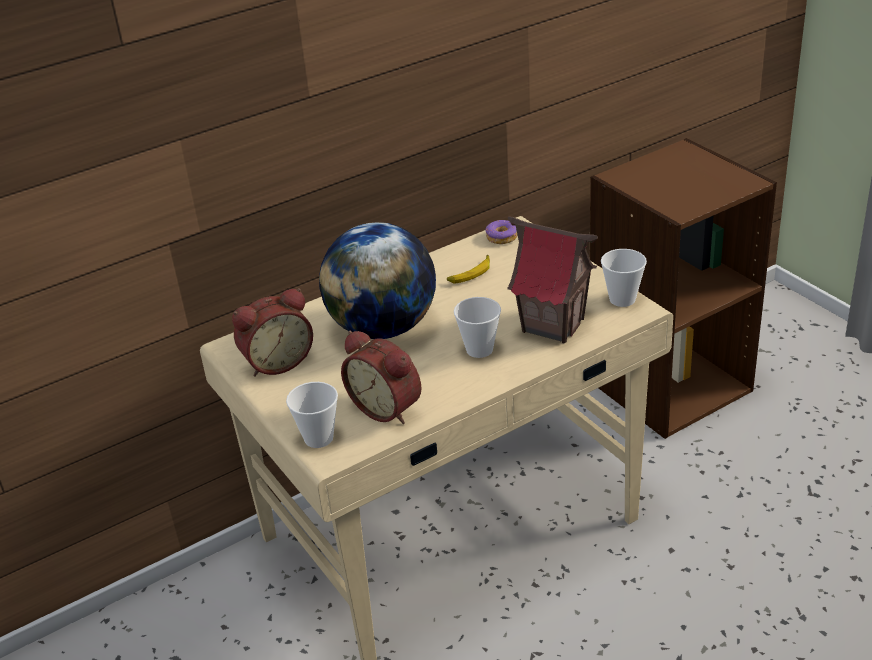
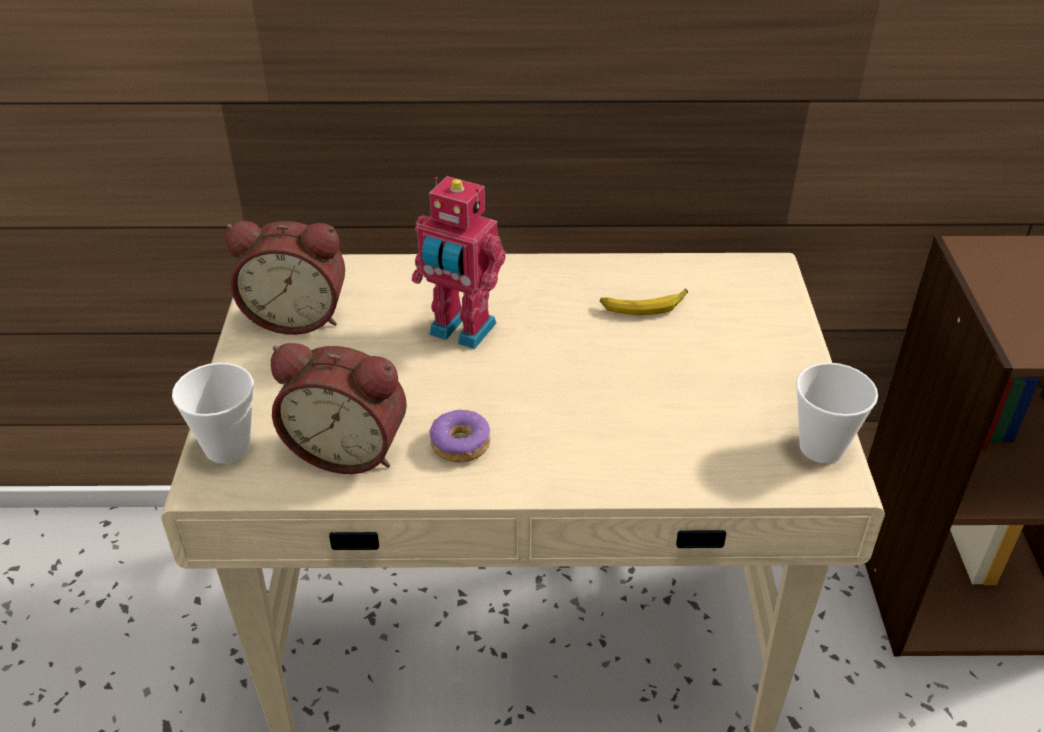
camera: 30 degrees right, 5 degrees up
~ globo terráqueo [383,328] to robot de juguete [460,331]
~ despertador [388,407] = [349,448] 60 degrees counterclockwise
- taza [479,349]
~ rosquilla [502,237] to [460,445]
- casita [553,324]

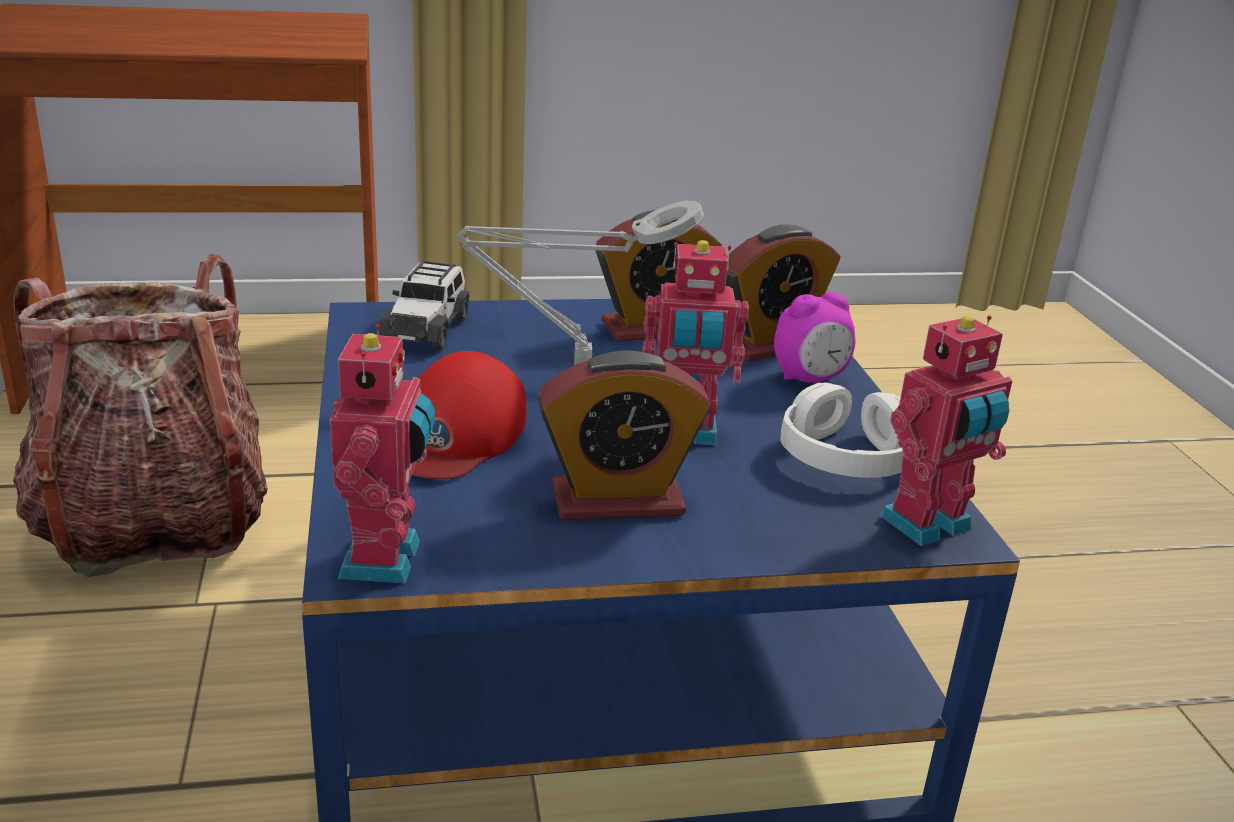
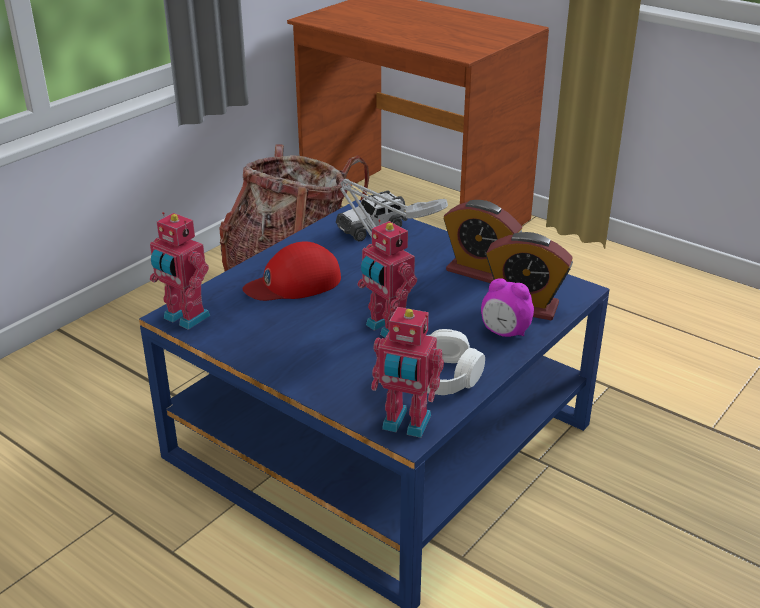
camera: 50 degrees right, 5 degrees up
~ robot de juguete [387,560] = [184,318] 75 degrees clockwise
- despertador [617,501]

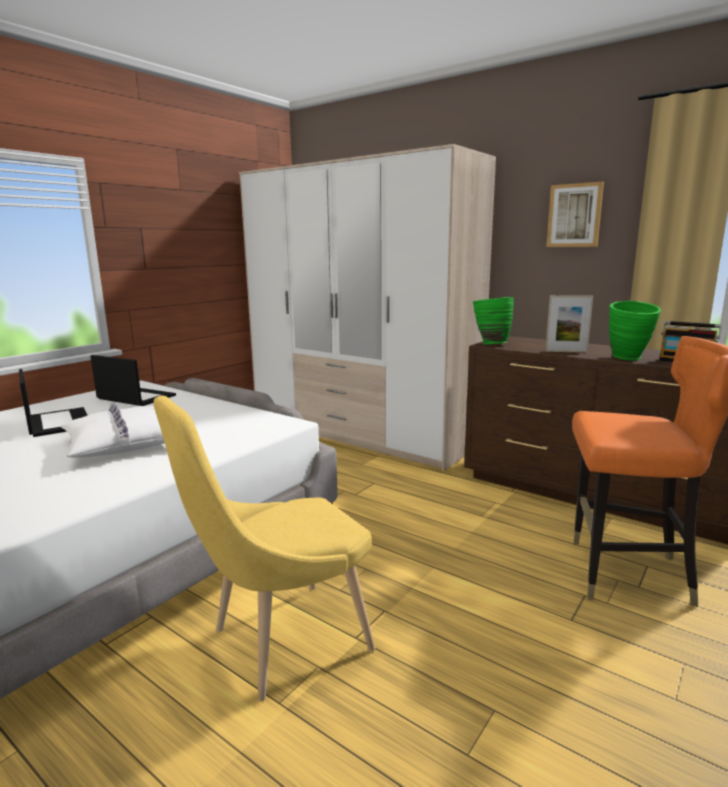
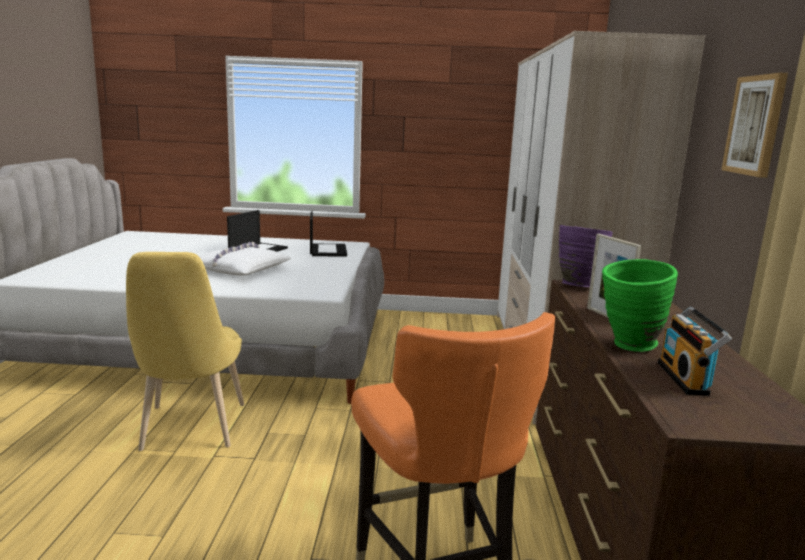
camera: 55 degrees right, 0 degrees up
~ silla [amarillo] [281,643] = [191,431] 120 degrees counterclockwise
~ florero [verde] [490,344] to florero [morado] [578,285]

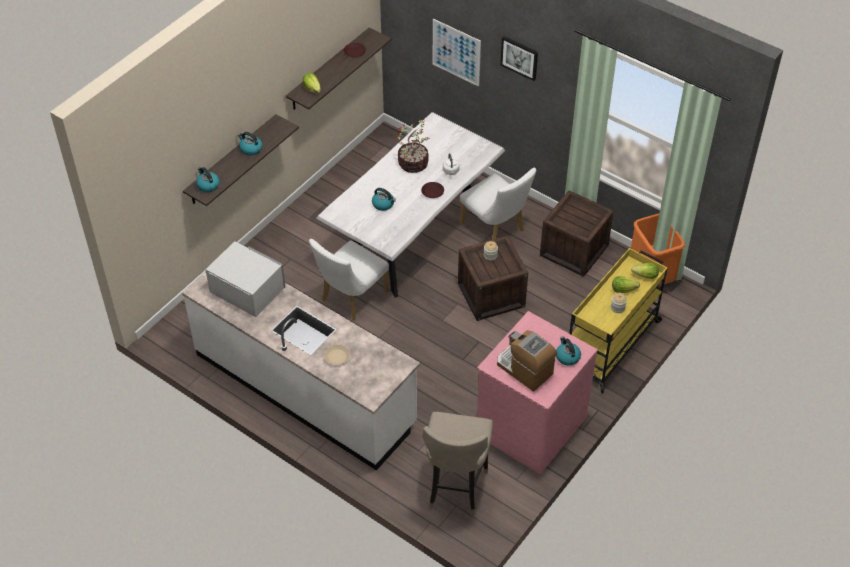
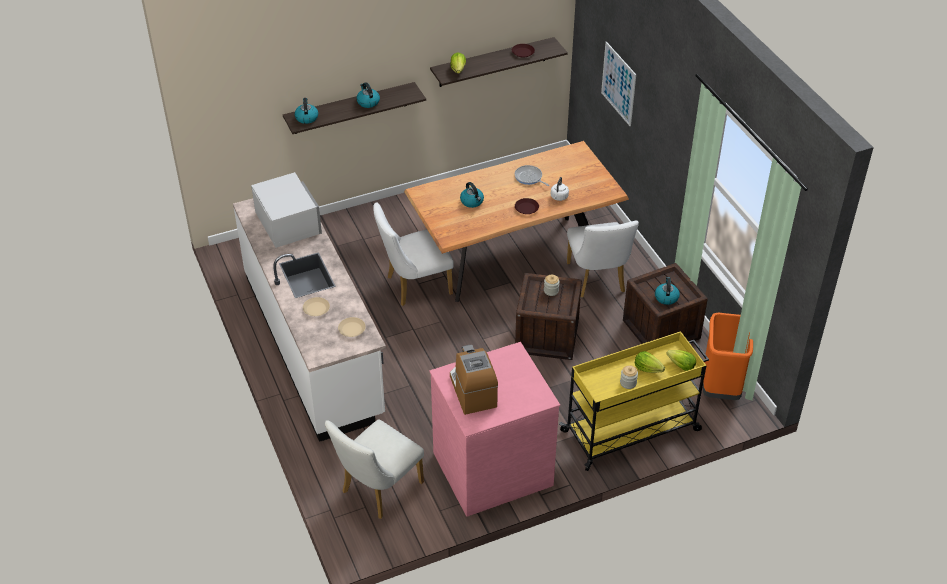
camera: 30 degrees right, 5 degrees down
~ mesa de comedor [blanco] [413,235] to mesa de comedor [marrón] [514,255]
~ planta en maceta [413,163] to sartén [529,178]
~ taburete [beis] [455,487] to silla [blanco] [377,490]
- cuadro [519,57]
~ hervidor [567,357] to [666,297]
+ plato [beis] [351,329]

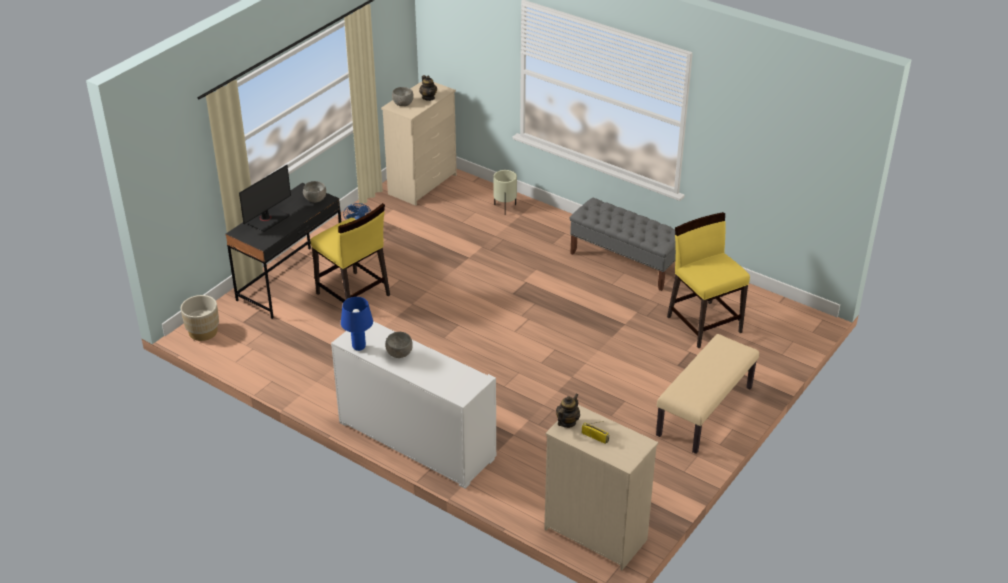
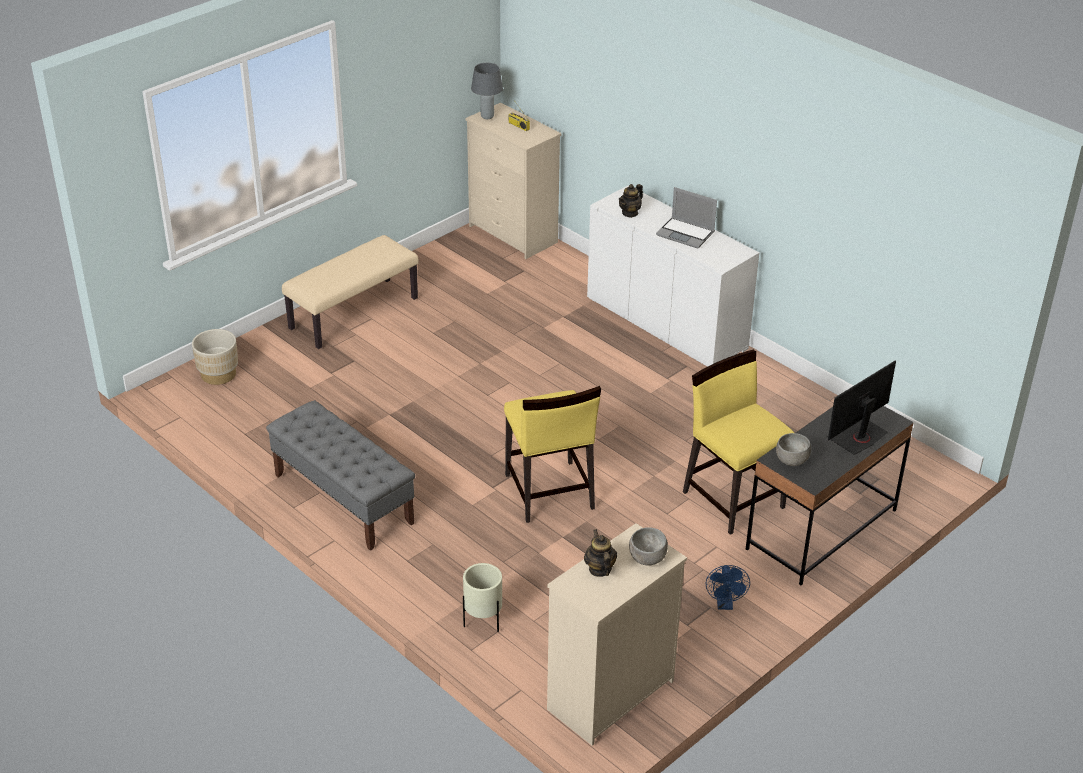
camera: 170 degrees left, 0 degrees up
~ maceta [beis] [203,332] to [218,374]
- lámpara de mesa [azul] [358,347]
~ cuenco [gris] [399,354] to portátil [686,234]
~ tetera [567,422] to [630,213]
~ silla [amarillo] [704,324] to [549,492]
+ lámpara de mesa [gris] [487,117]

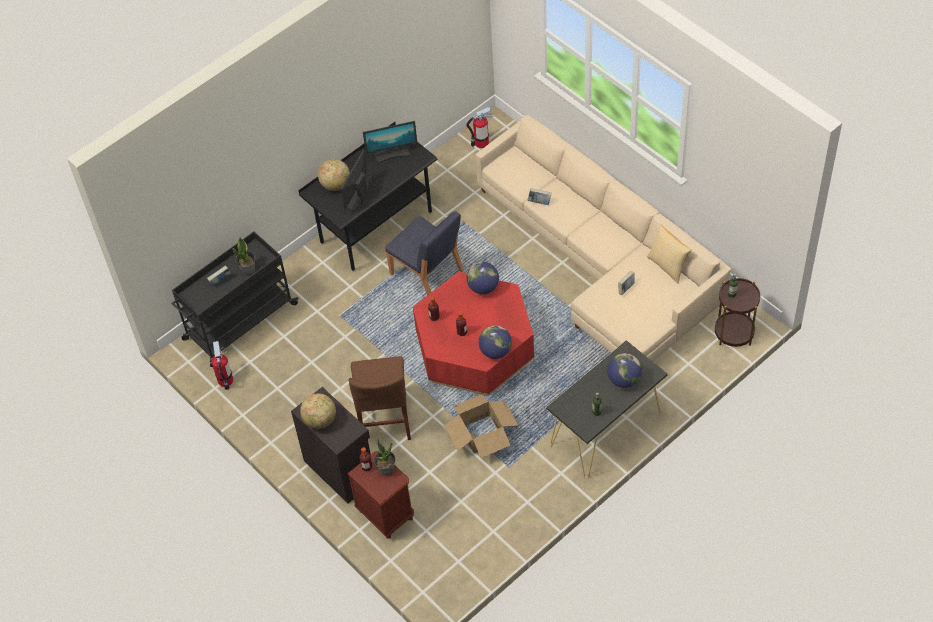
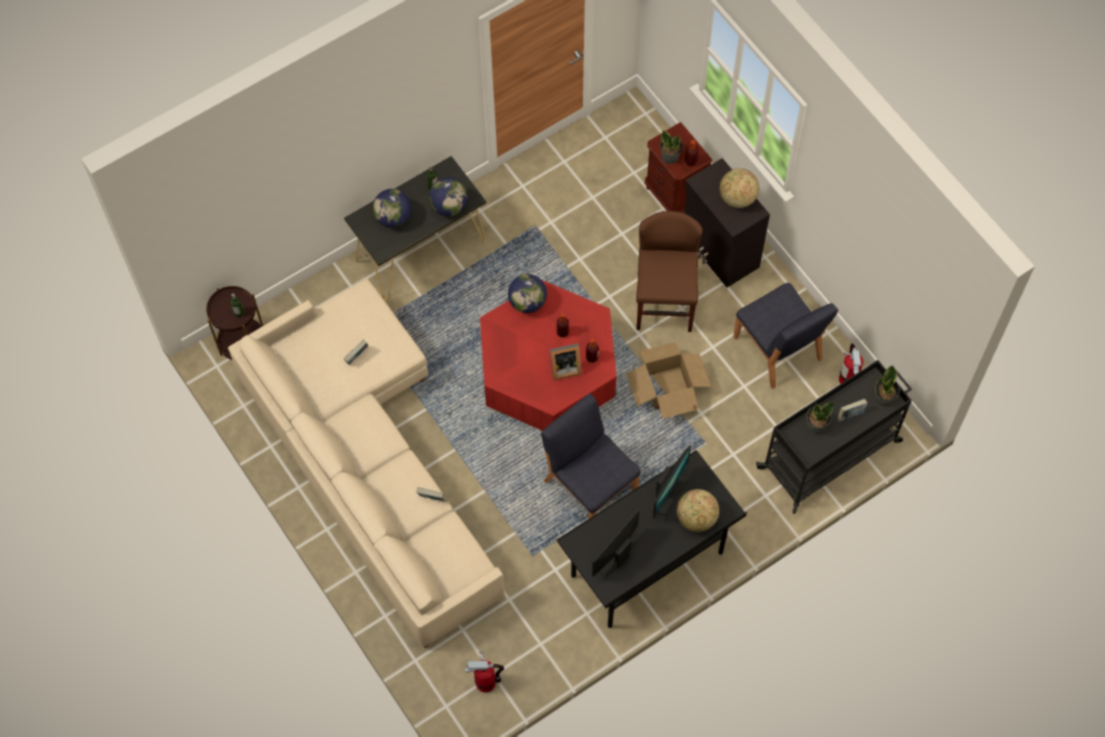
camera: 175 degrees left, 10 degrees up
~ monitor [392,153] = [615,556] 45 degrees counterclockwise
~ caja de cartón [481,434] to [667,388]
~ globo terráqueo [483,287] to [449,206]
- cojín [668,266]
+ portarretratos [563,367]
+ silla [azul] [777,349]
+ planta en maceta [884,398]

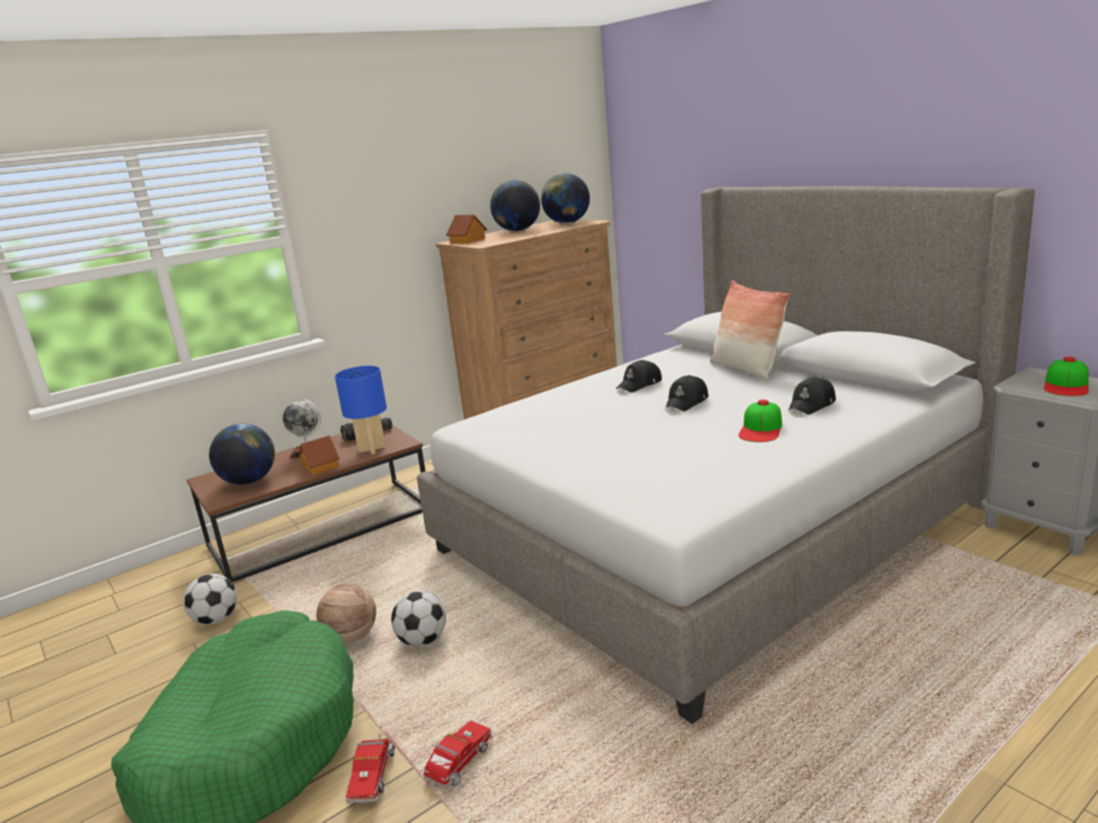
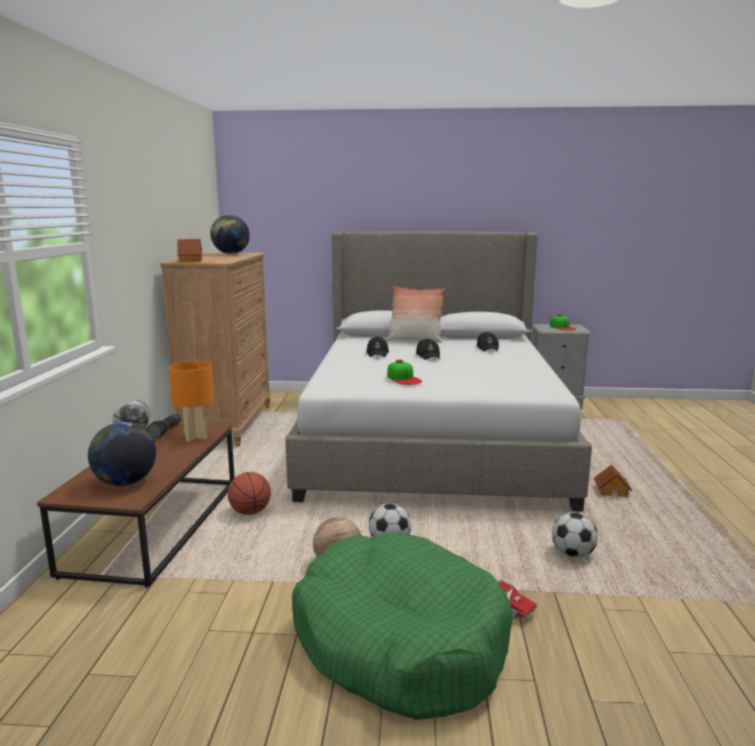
camera: 50 degrees left, 5 degrees down
~ balón de fútbol [216,619] to [572,554]
~ casita [321,466] to [611,491]
~ lámpara de mesa [azul] [371,449] to lámpara de mesa [naranja] [195,437]
- camión de juguete [457,765]
- globo terráqueo [517,230]
~ gorra [761,429] to [403,378]
+ balón de baloncesto [250,512]

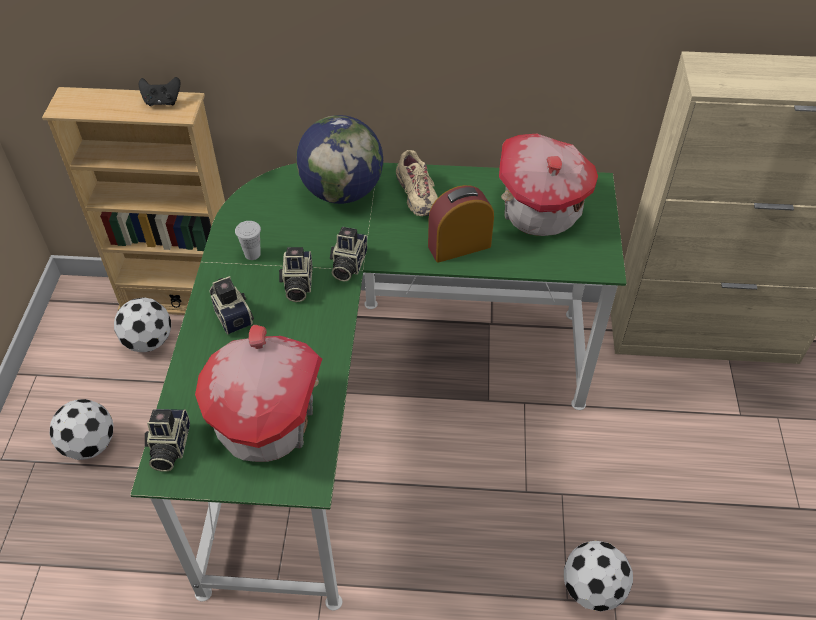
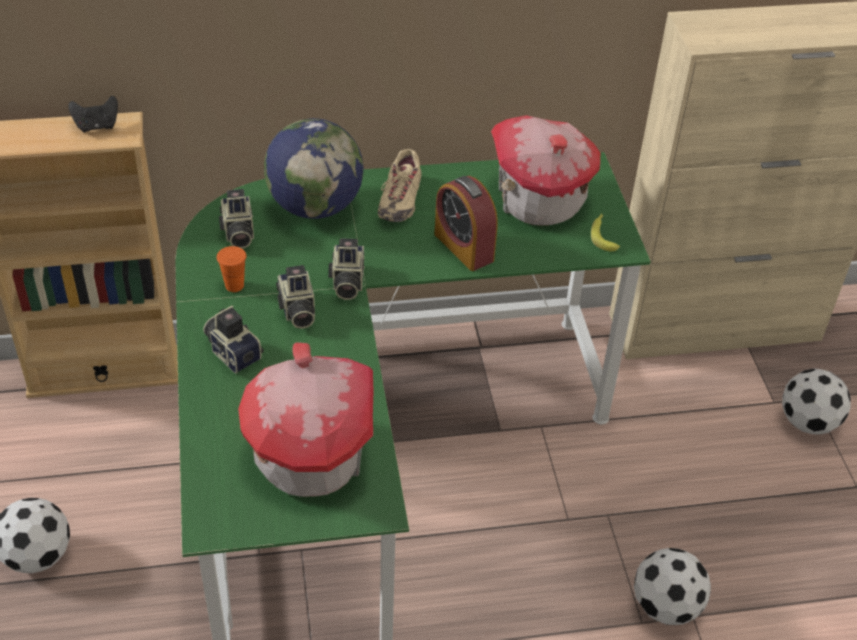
camera: 15 degrees left, 5 degrees down
~ balón de fútbol [149,341] to [808,422]
~ cámara [168,447] to [237,233]
~ taza [blanco] [252,254] to taza [naranja] [234,285]
~ zapato [beis] [417,196] = [400,201] 45 degrees clockwise
~ despertador [459,246] = [464,247] 90 degrees counterclockwise
+ plátano [603,235]

